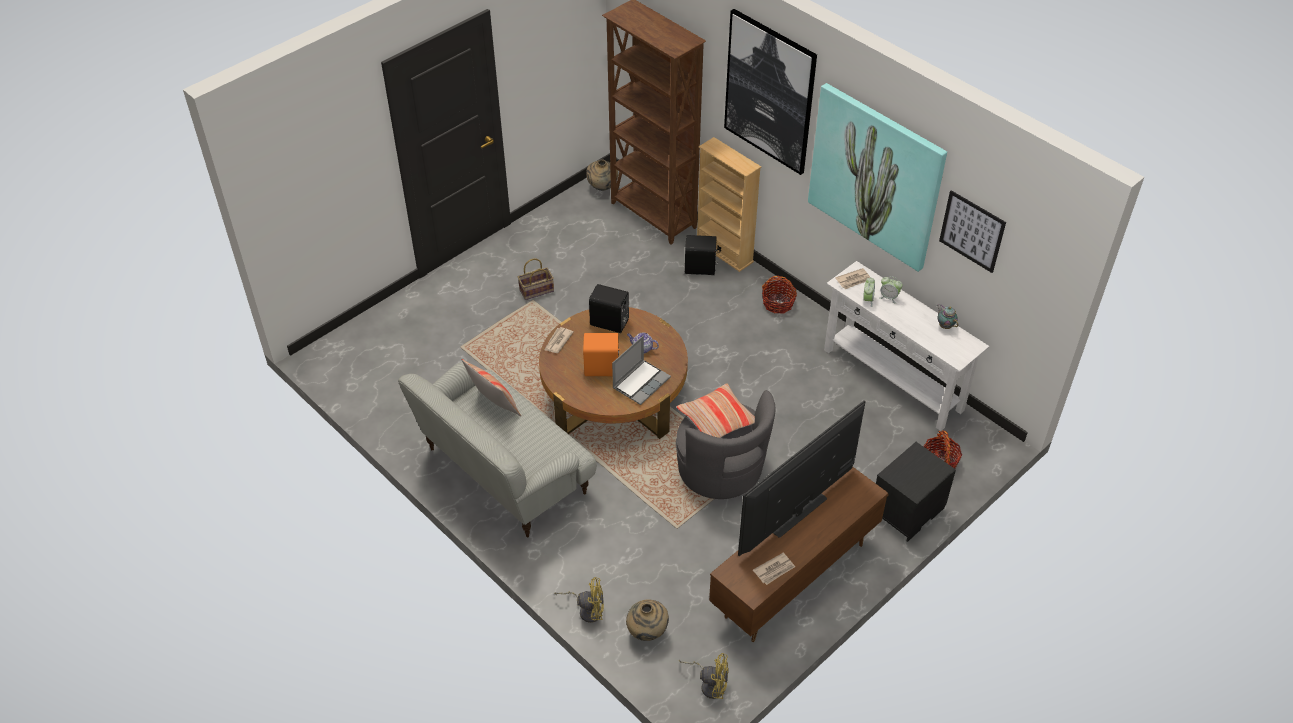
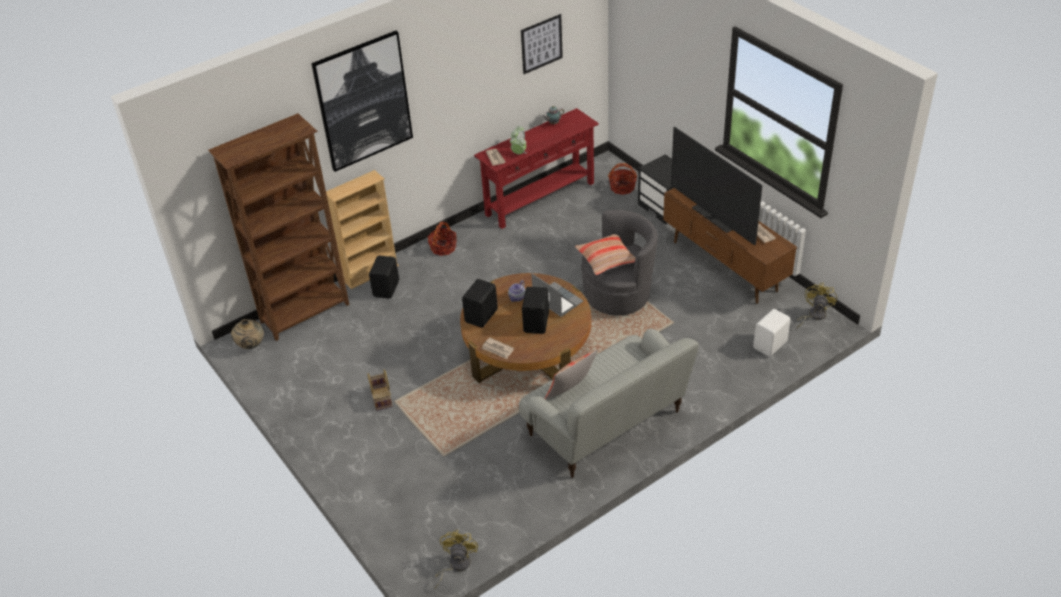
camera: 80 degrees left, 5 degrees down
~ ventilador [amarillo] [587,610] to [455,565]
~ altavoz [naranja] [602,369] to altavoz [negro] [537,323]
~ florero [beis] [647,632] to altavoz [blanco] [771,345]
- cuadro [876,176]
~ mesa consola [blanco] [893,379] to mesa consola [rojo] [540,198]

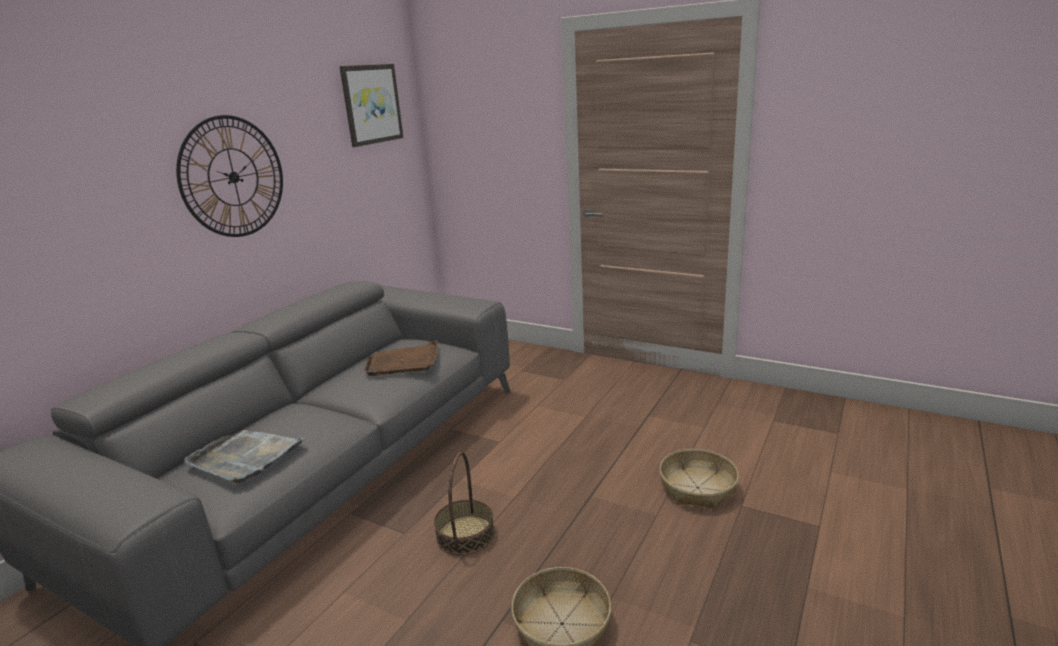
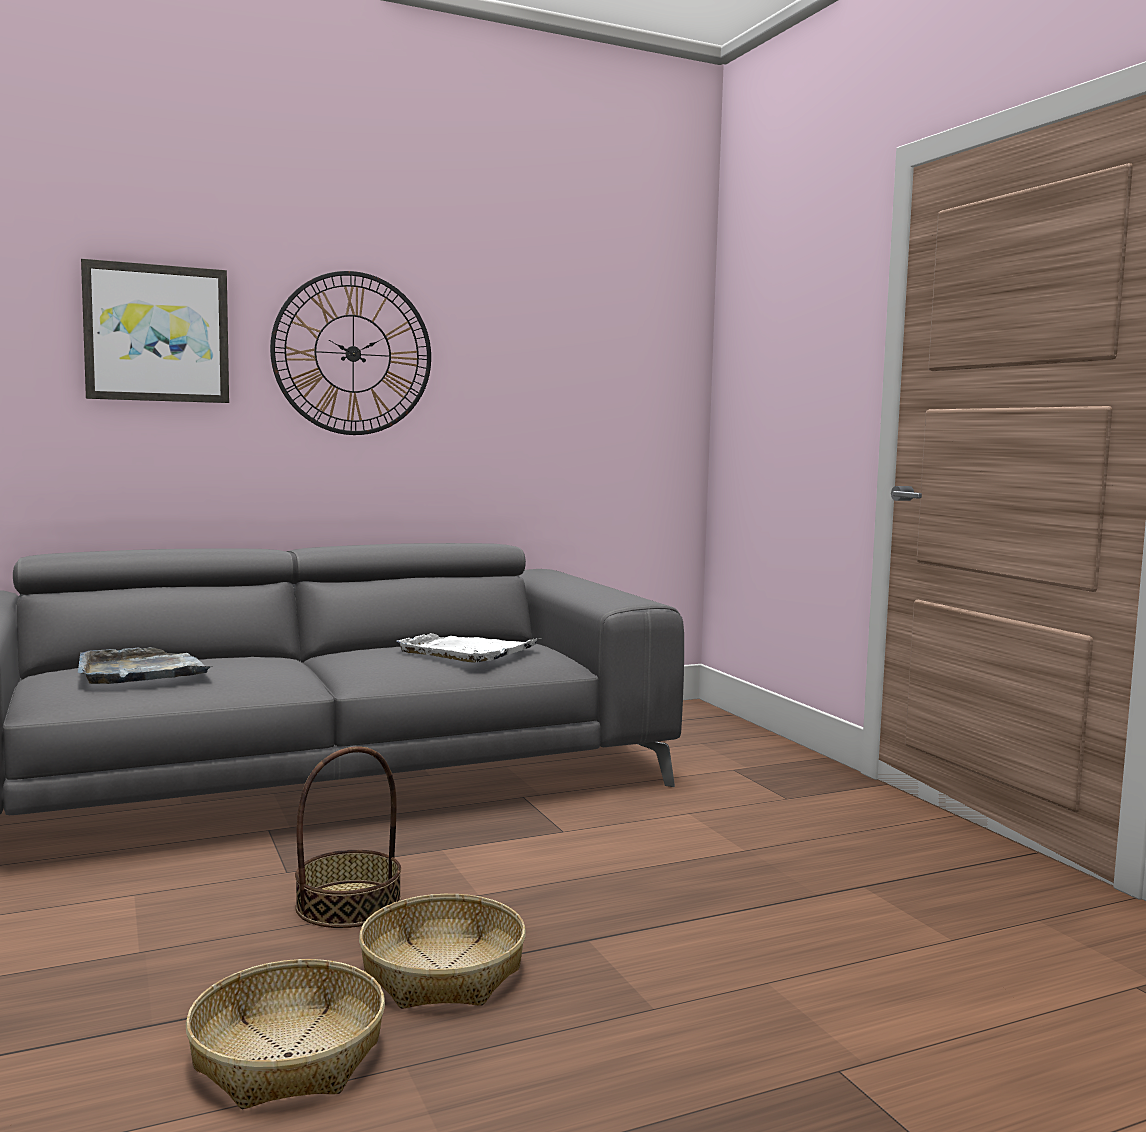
camera: 35 degrees right, 15 degrees down
~ cuadro [371,104] to [157,333]
~ bandeja [marrón] [404,362] to bandeja [blanco] [467,651]
~ cesta [698,488] to [443,972]

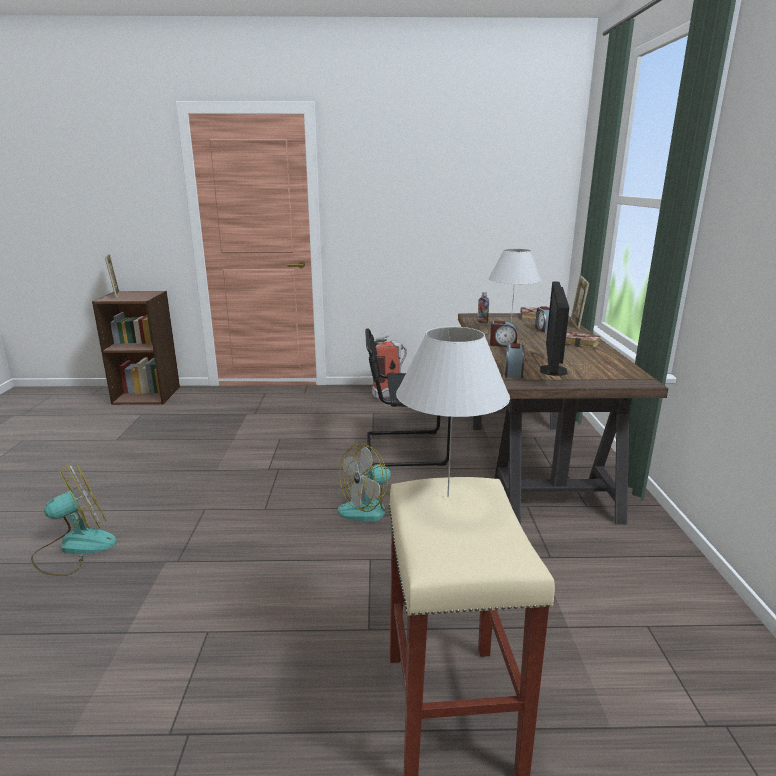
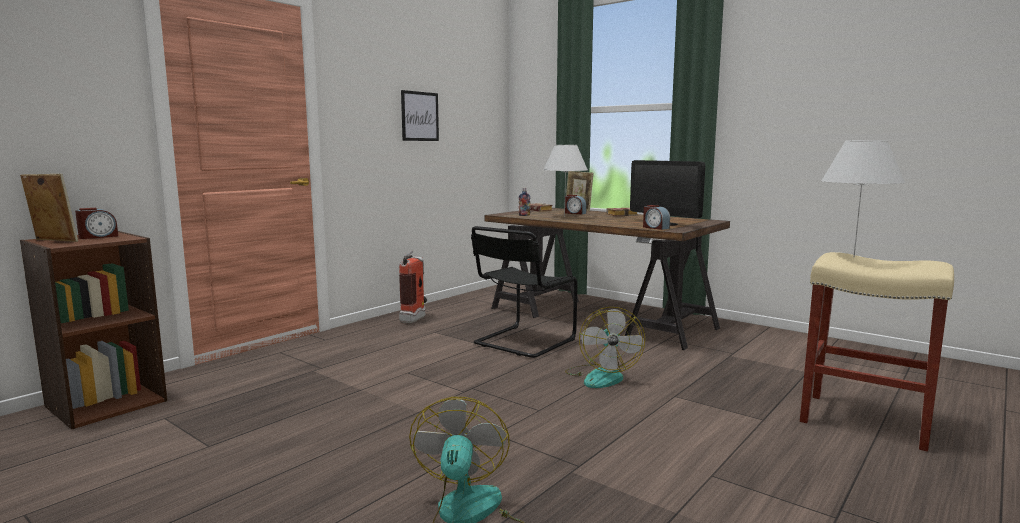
camera: 50 degrees left, 10 degrees down
~ despertador [502,344] to [98,237]
+ cuadro [419,116]

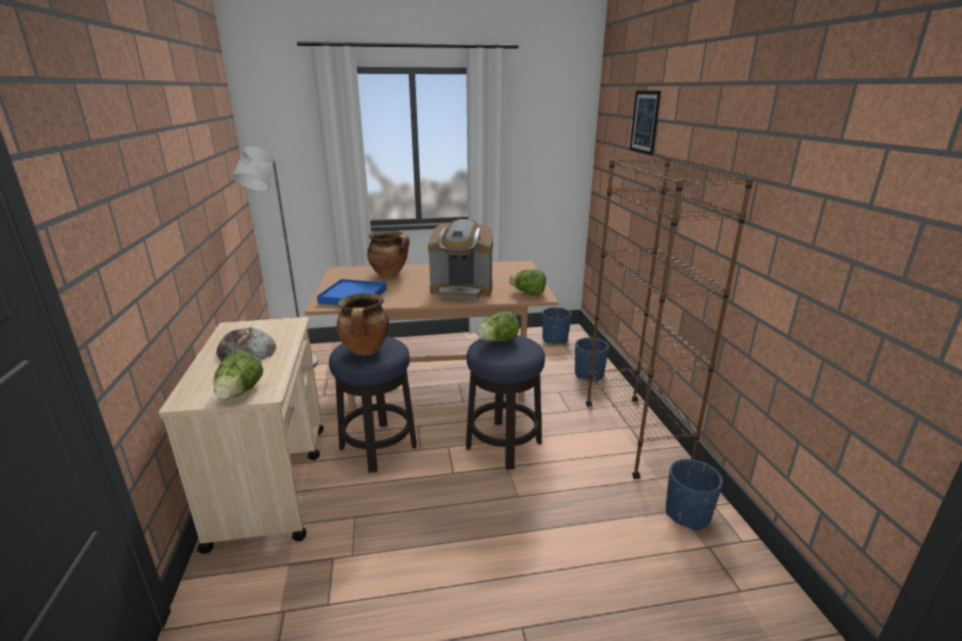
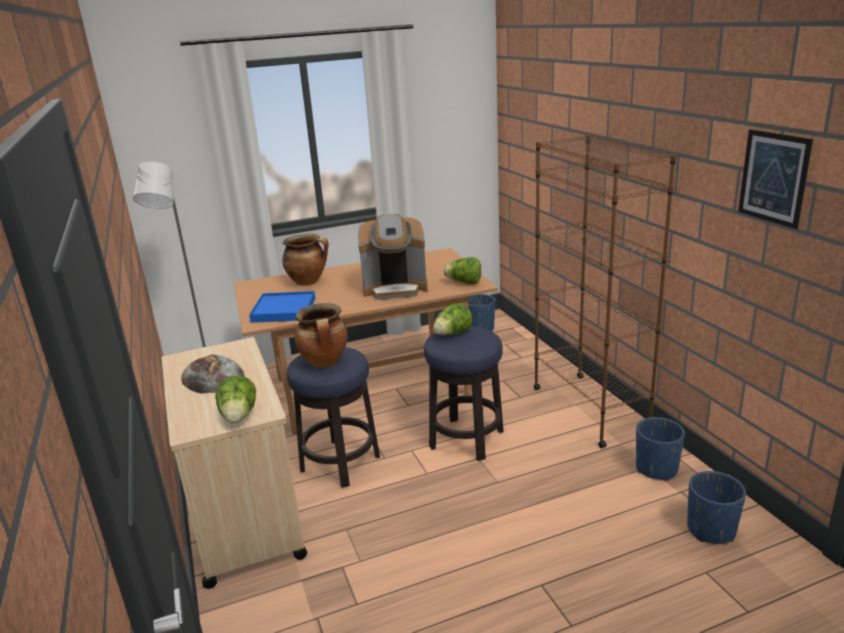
camera: 10 degrees left, 0 degrees up
~ maceta [azul] [589,374] to [711,530]
~ cuadro [645,122] to [773,178]

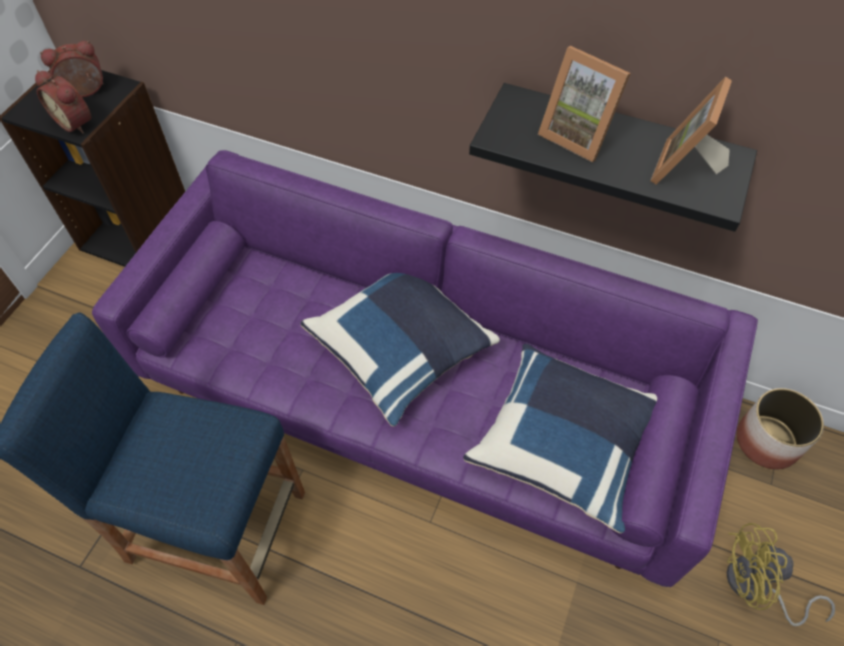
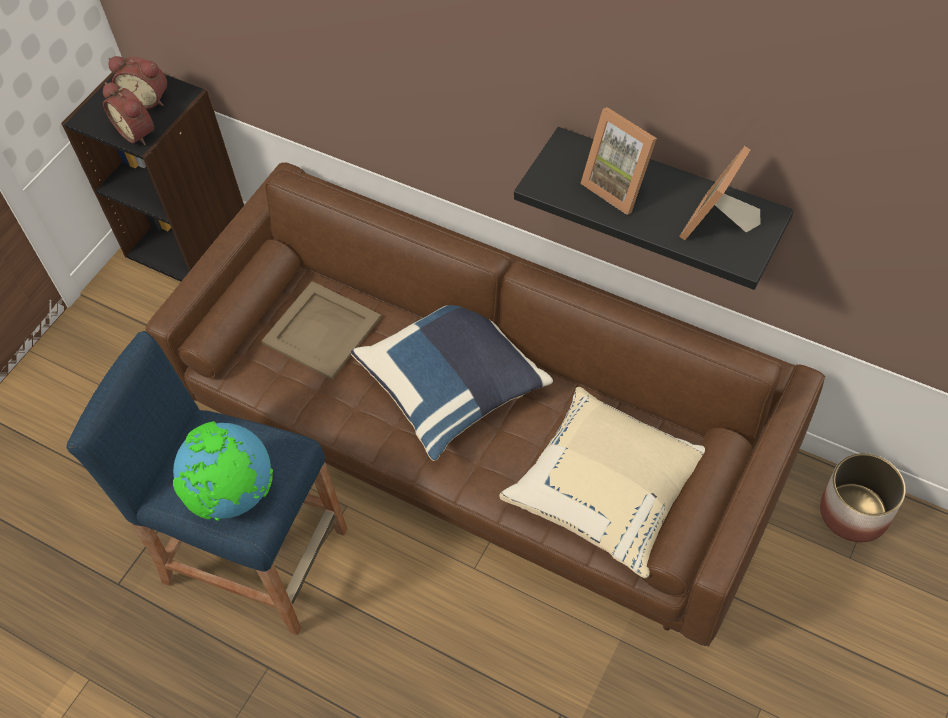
camera: 10 degrees right, 0 degrees up
~ despertador [85,92] = [147,99] 150 degrees counterclockwise
~ sofá [morado] [422,394] to sofá [marrón] [480,436]
~ cojín [azul] [563,444] to cojín [beis] [608,492]
- ventilador [amarillo] [755,587]
+ globo terráqueo [233,494]
+ bandeja [beis] [323,330]

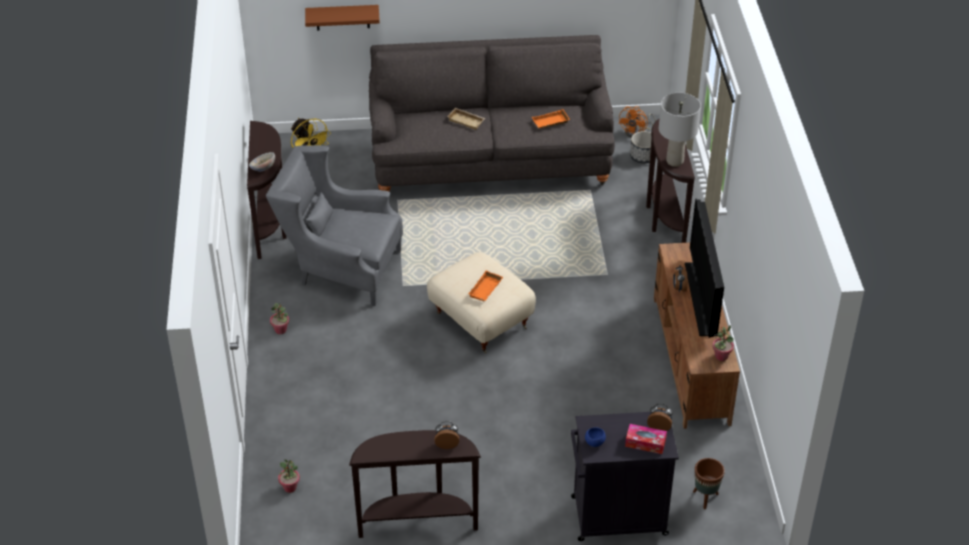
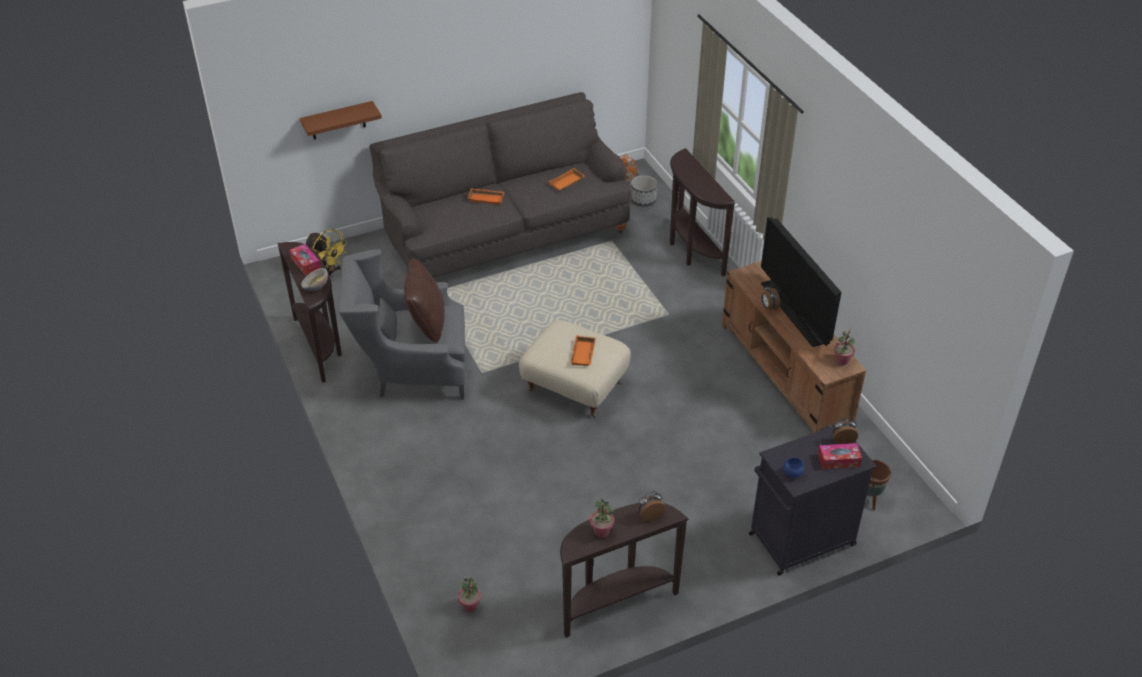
camera: 20 degrees left, 0 degrees up
~ planta en maceta [281,330] to [601,531]
~ bandeja [beis] [466,120] to bandeja [naranja] [486,198]
- lámpara de mesa [gris] [674,161]
+ caja de pañuelos [305,263]
+ cojín [marrón] [427,323]

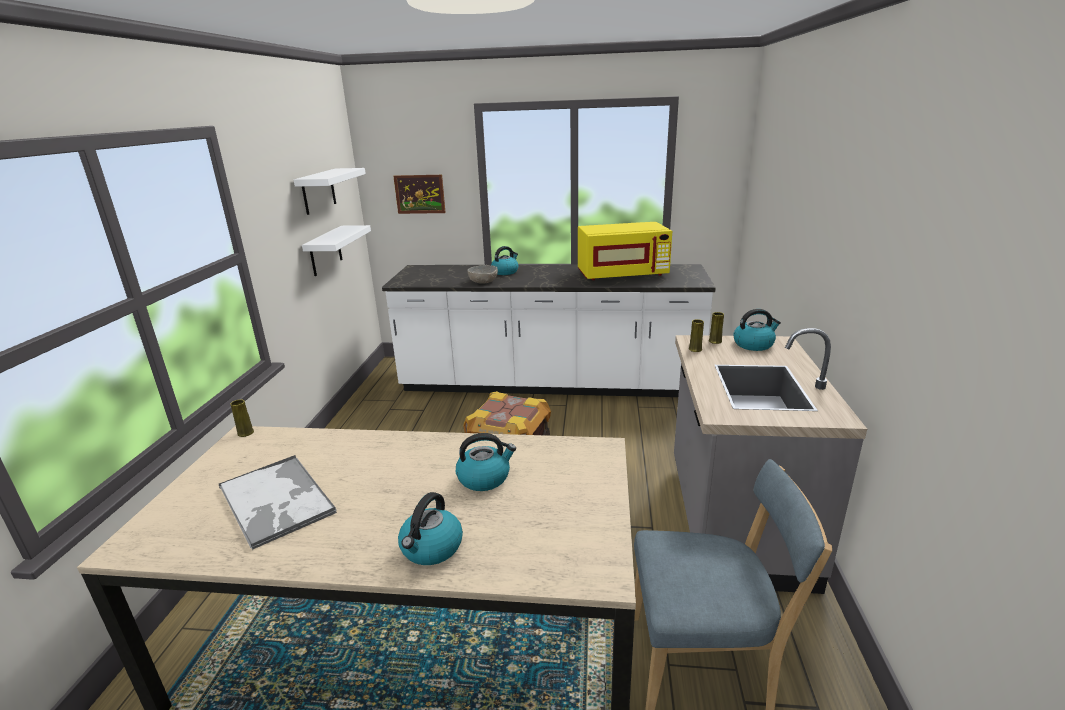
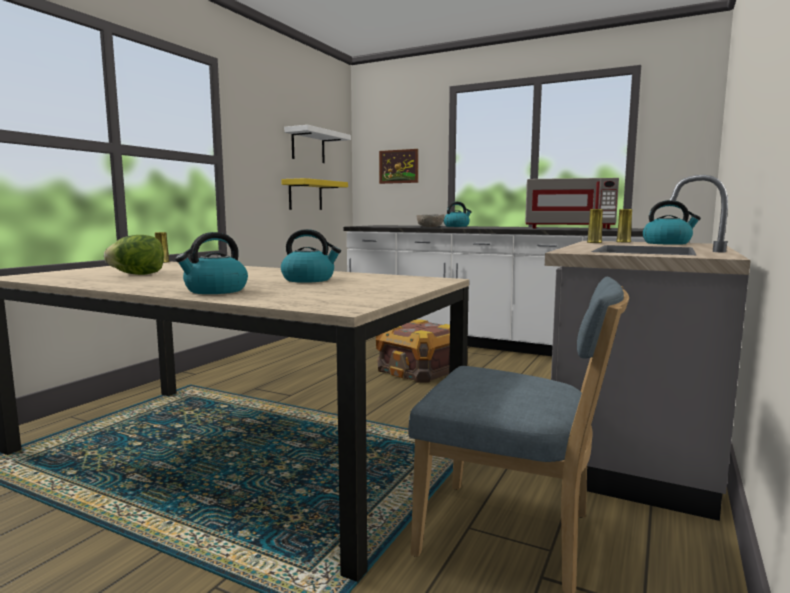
camera: 20 degrees right, 15 degrees down
~ bandeja [277,501] to lechuga [138,274]
~ estante [blanco] [325,251] to estante [amarillo] [305,195]
~ microondas [amarillo] [622,275] to microondas [gris] [568,228]

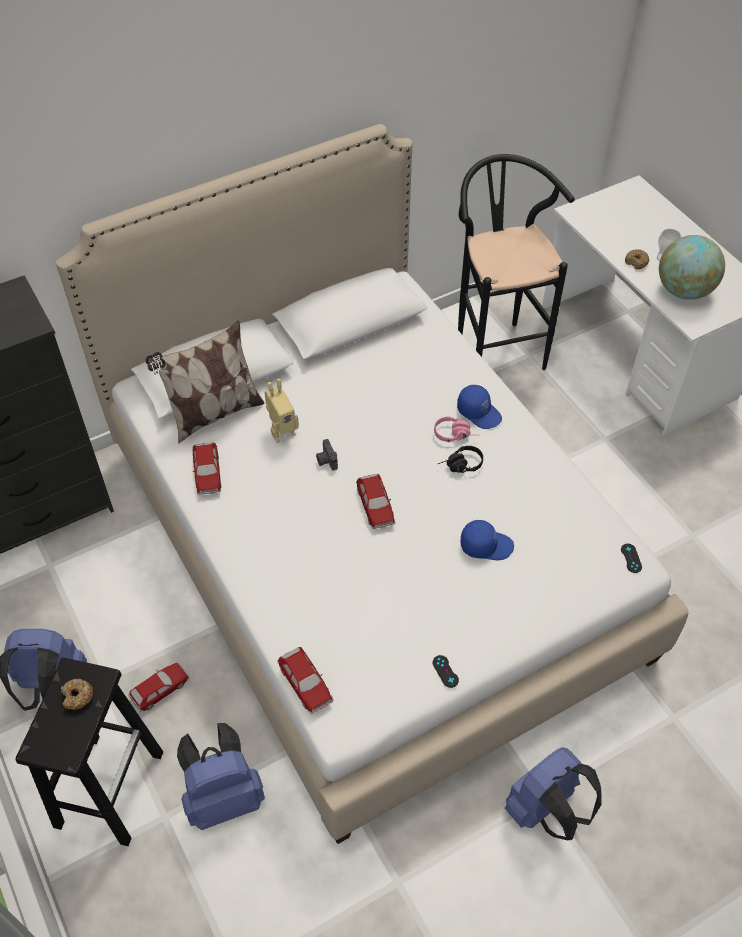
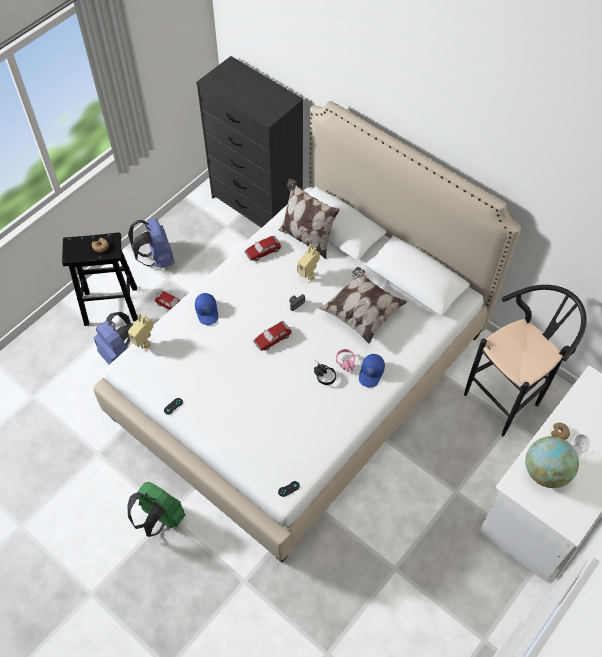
camera: 70 degrees right, 5 degrees up
~ coche de juguete [305,684] to robot de juguete [145,342]
~ gorra [azul] [486,545] to [207,312]
~ mochila [azul] [545,810] to mochila [verde] [159,518]
+ cojín [362,312]

